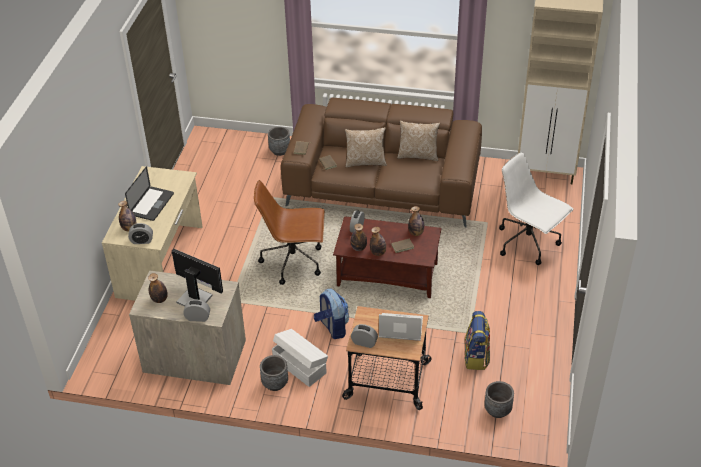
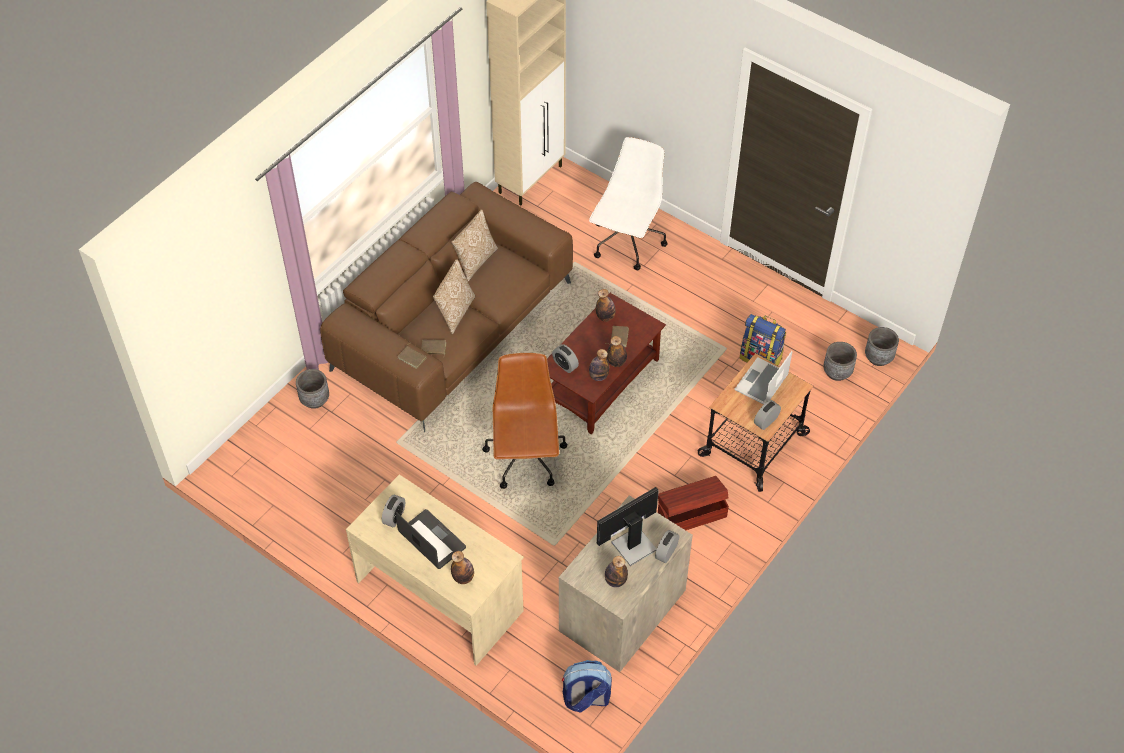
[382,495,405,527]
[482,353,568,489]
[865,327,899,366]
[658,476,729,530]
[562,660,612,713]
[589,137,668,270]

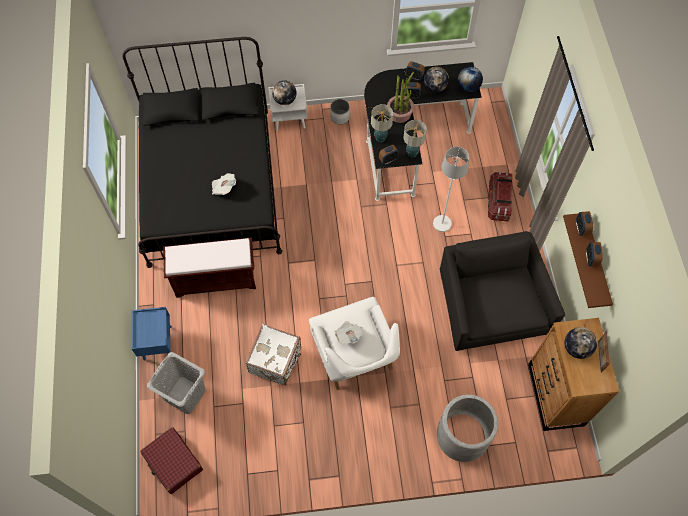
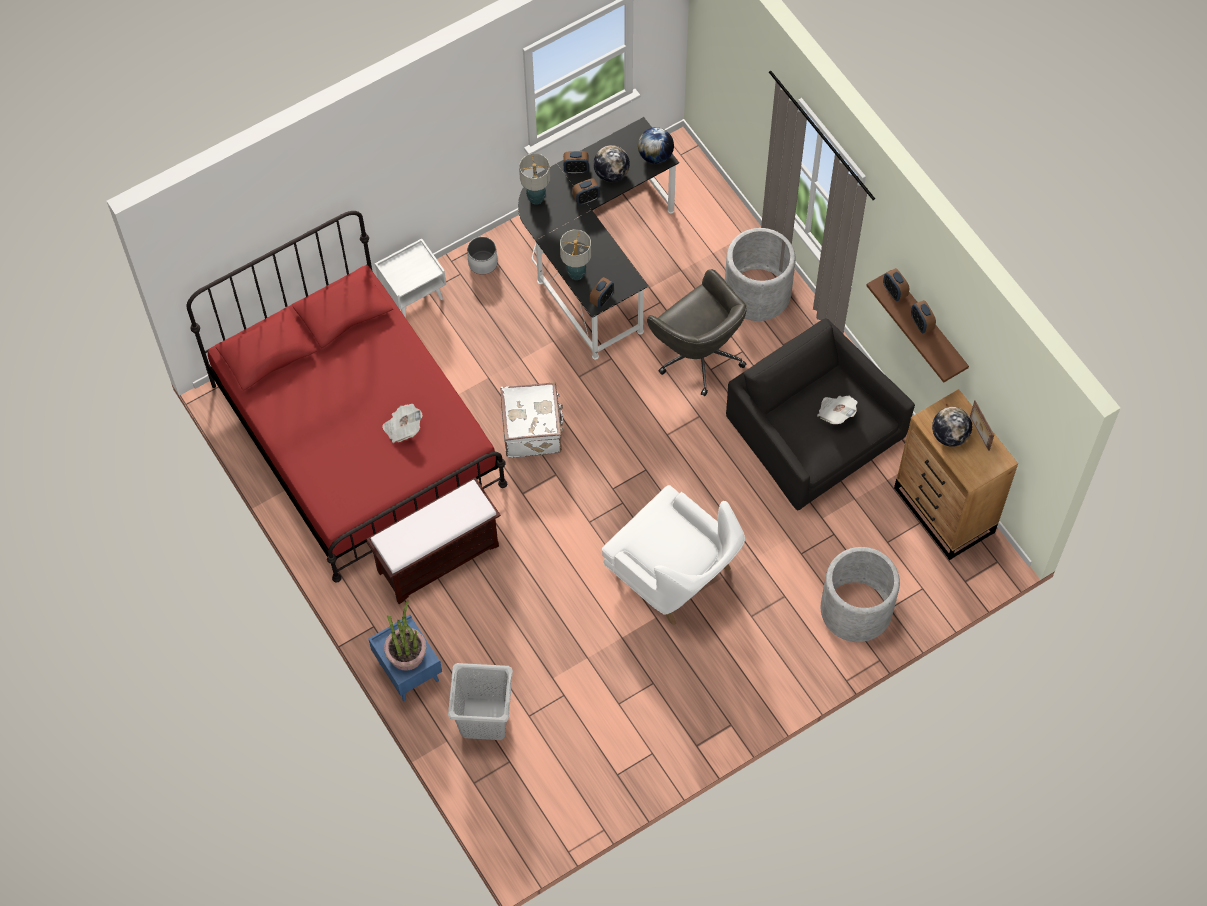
[186,211,507,583]
[140,427,203,494] (first image)
[500,382,564,458]
[272,80,297,105] (first image)
[817,396,858,424]
[384,600,426,671]
[519,153,550,205]
[647,269,747,396]
[725,228,796,321]

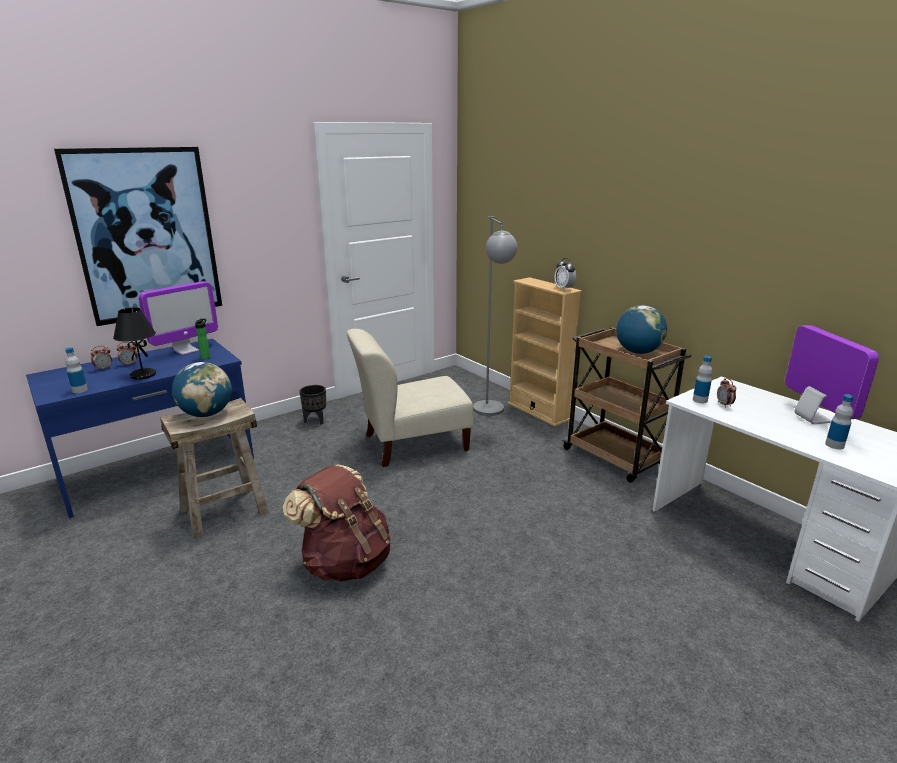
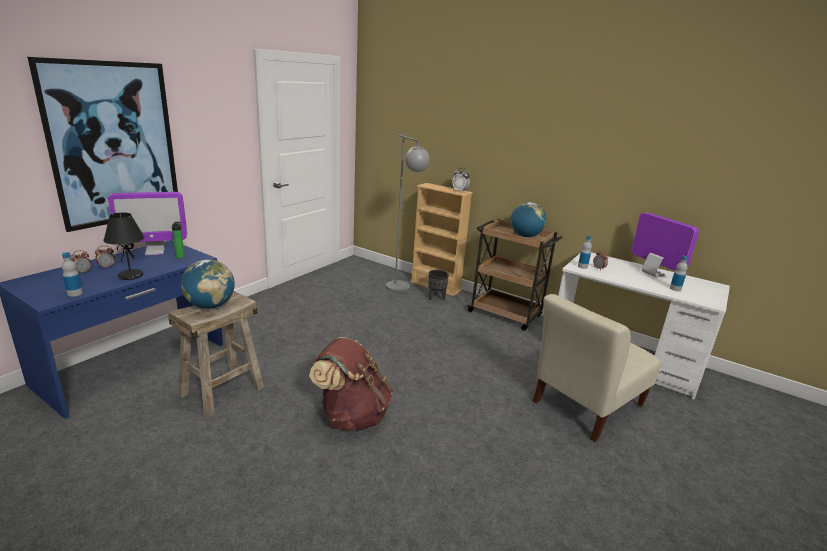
[108,192,187,255]
[428,270,449,300]
[532,294,661,442]

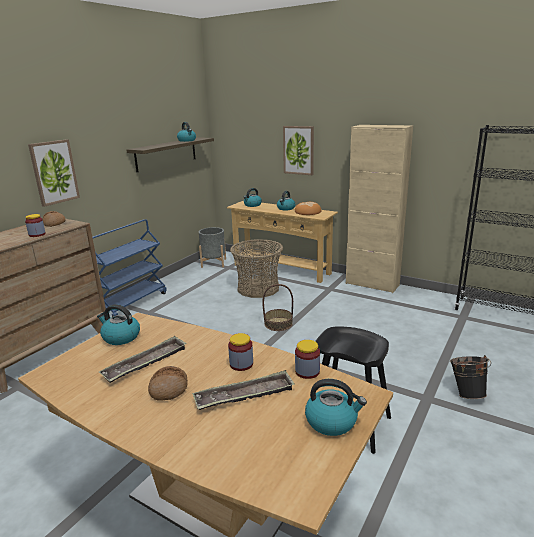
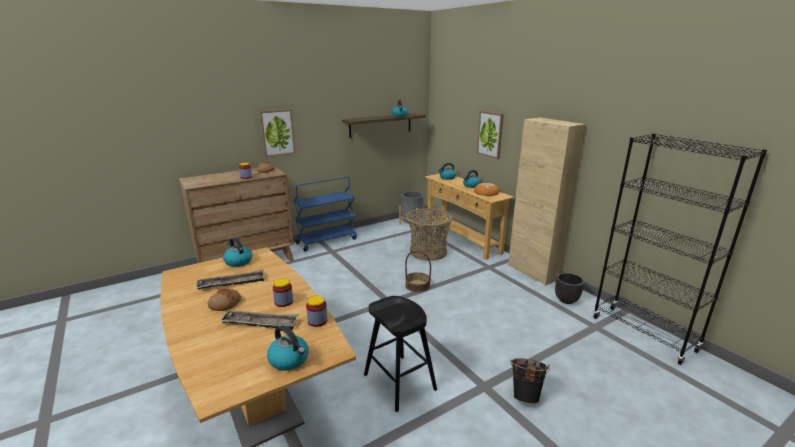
[555,273,584,304]

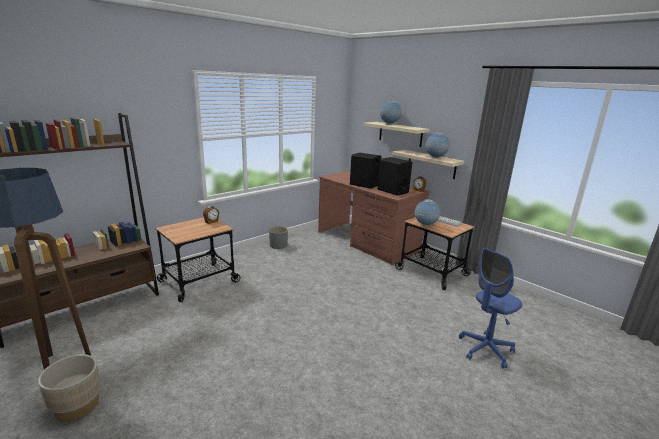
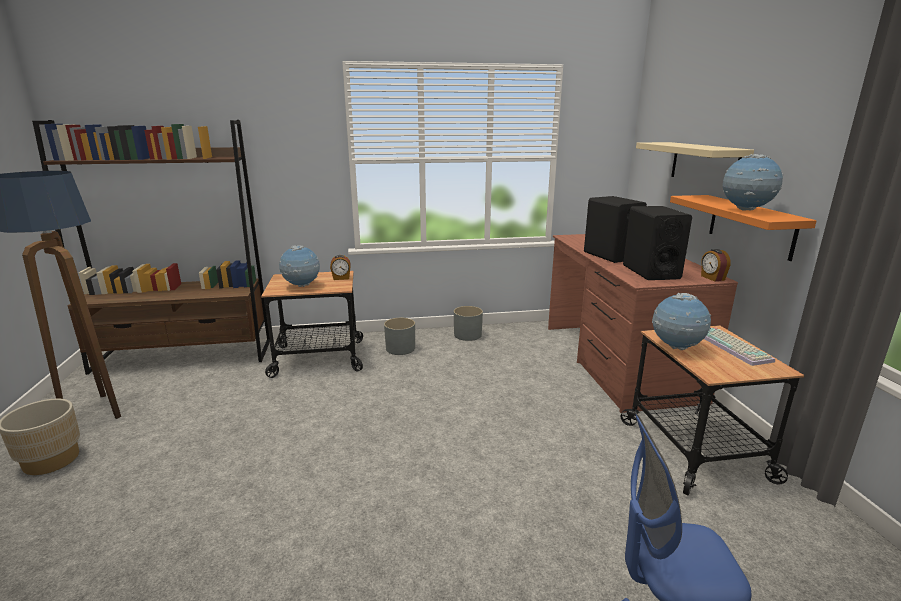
[279,245,320,287]
[670,195,817,261]
[384,318,415,355]

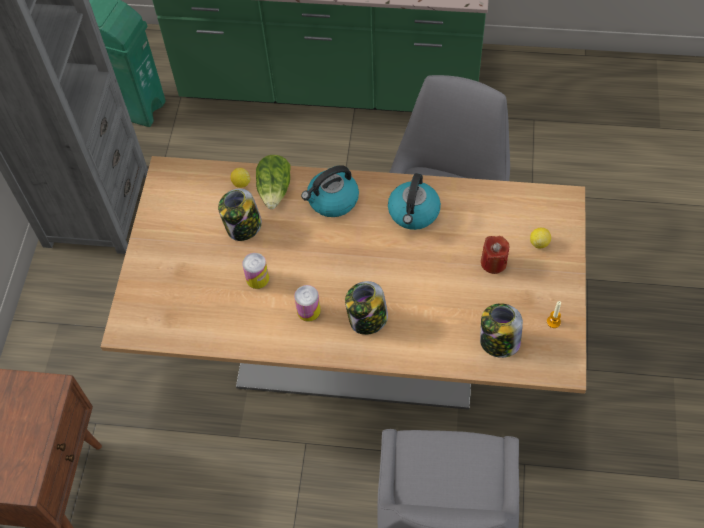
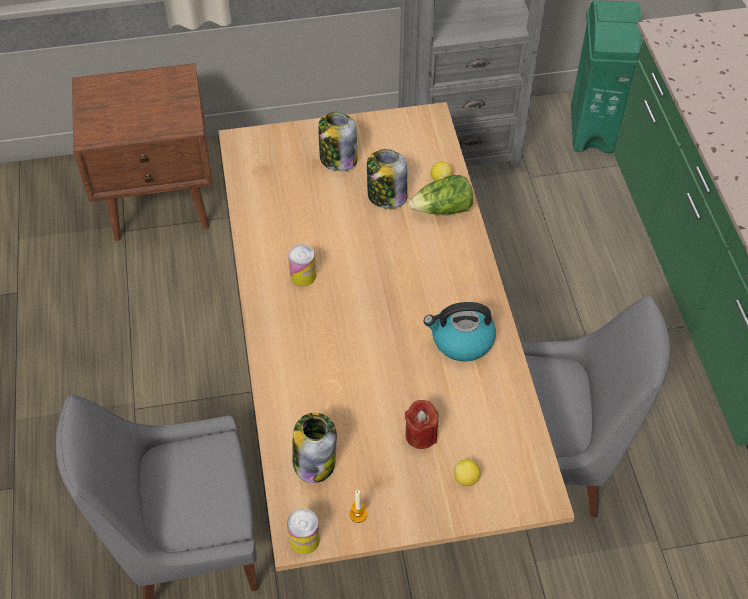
[287,508,320,554]
[301,165,359,217] (first image)
[318,112,357,171]

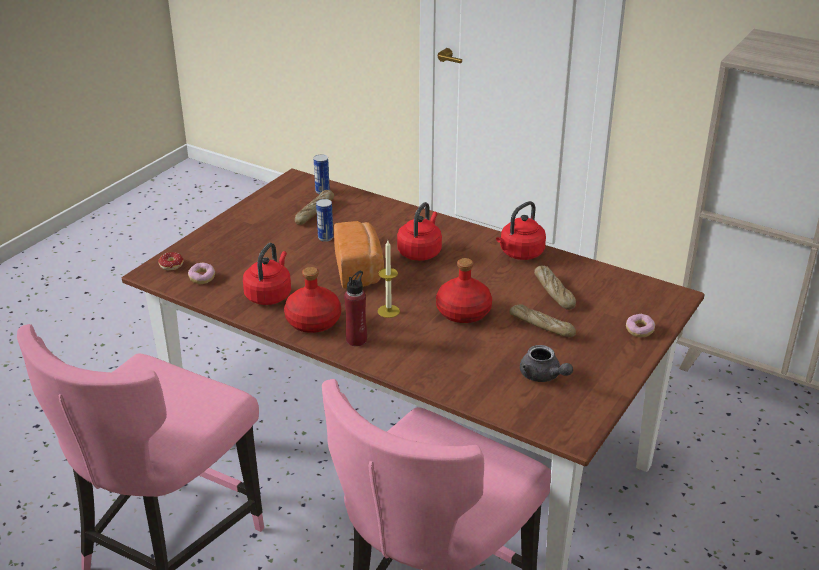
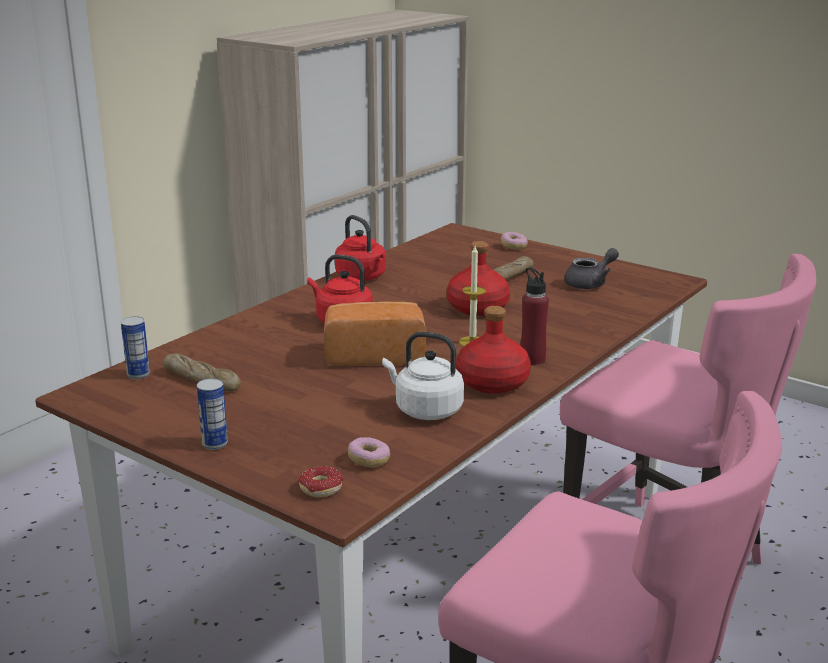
[382,332,464,420]
[197,378,228,450]
[534,265,576,310] (first image)

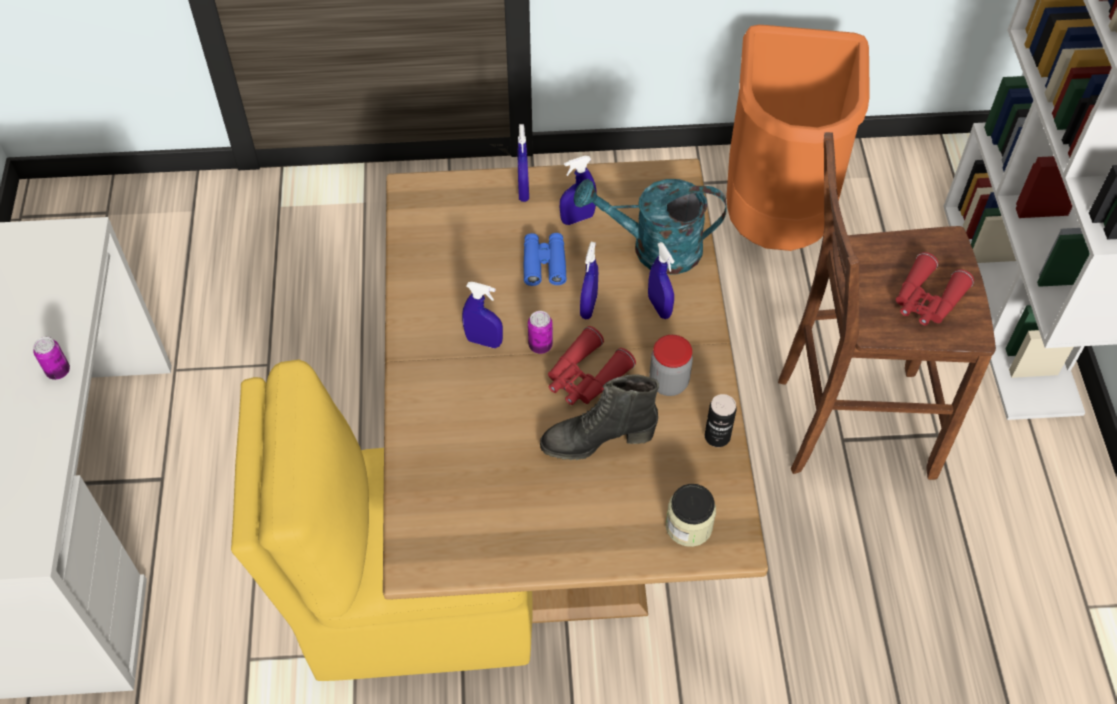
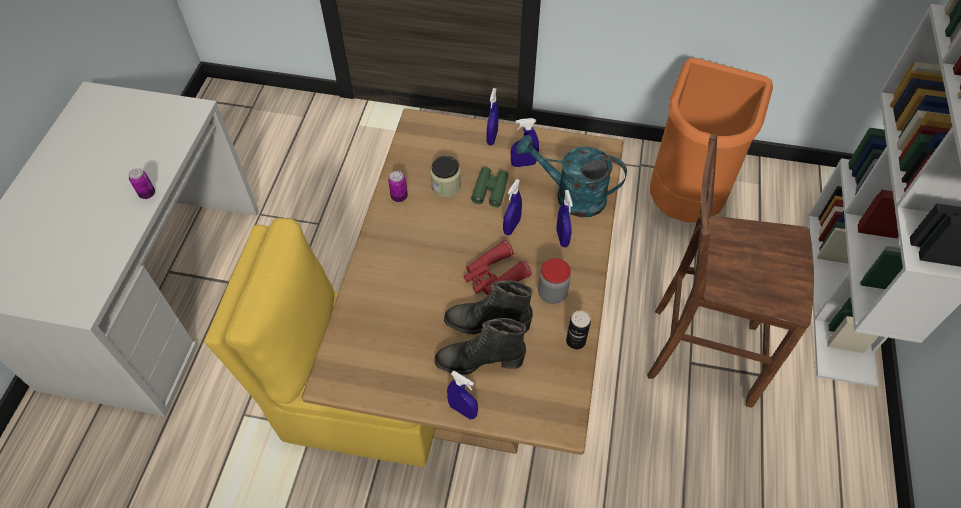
[447,371,478,420]
[471,167,508,207]
[388,171,408,202]
[430,156,461,197]
[896,252,974,325] (first image)
[434,318,526,375]

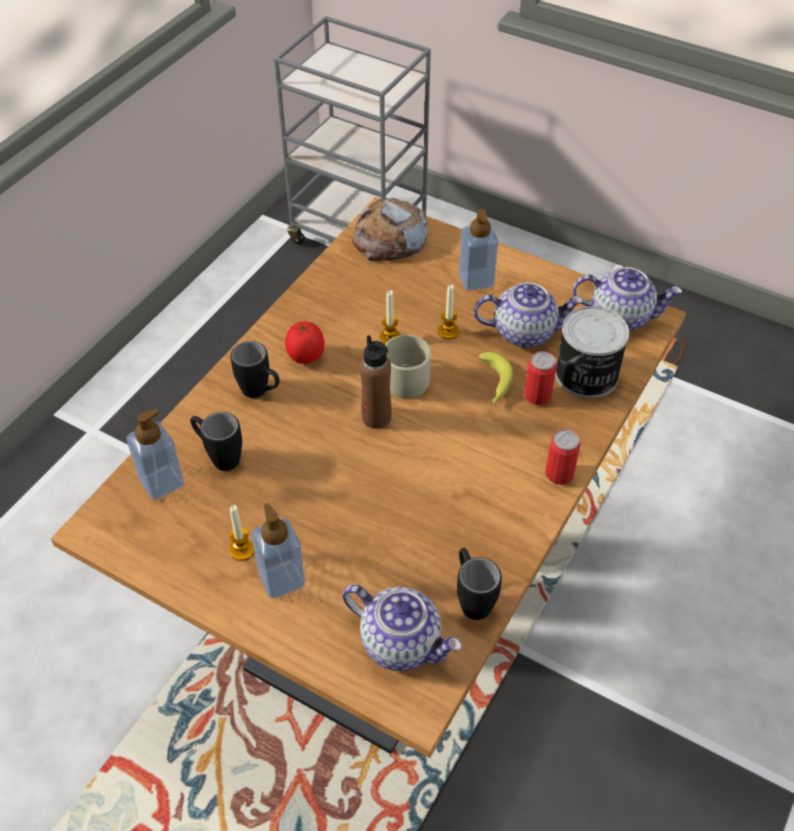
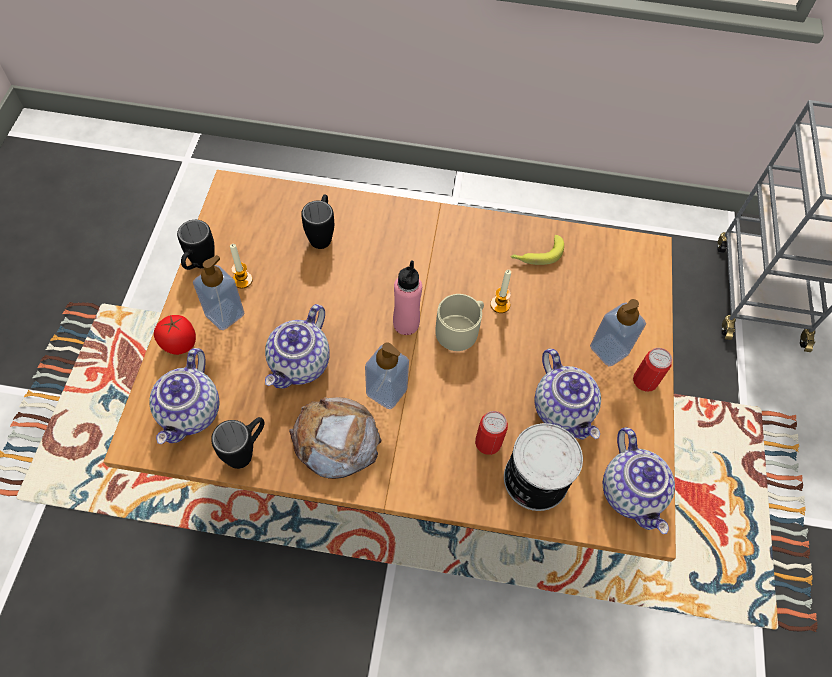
[365,342,409,409]
[177,220,214,270]
[154,315,196,355]
[289,397,382,479]
[393,260,422,335]
[438,284,459,339] (first image)
[511,235,564,265]
[633,348,672,392]
[265,304,330,389]

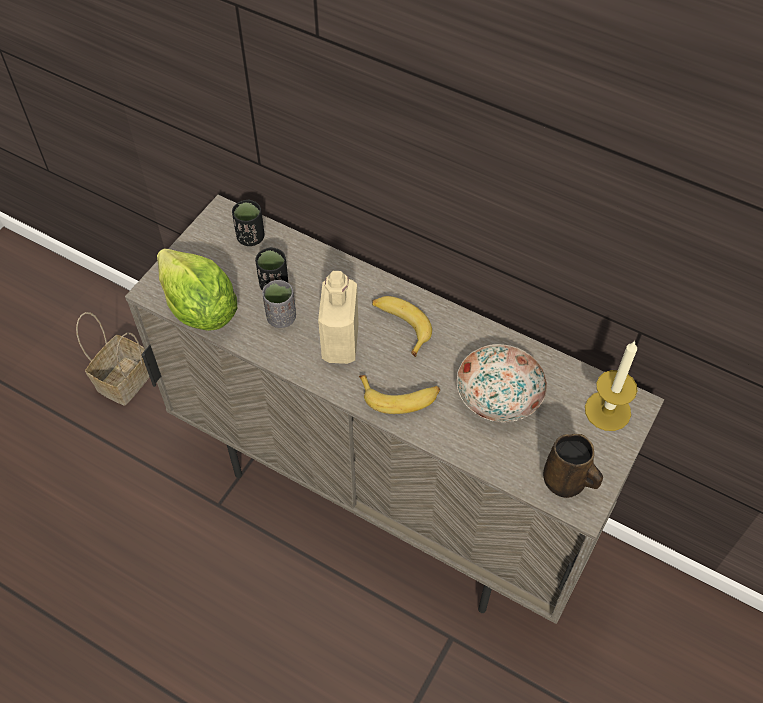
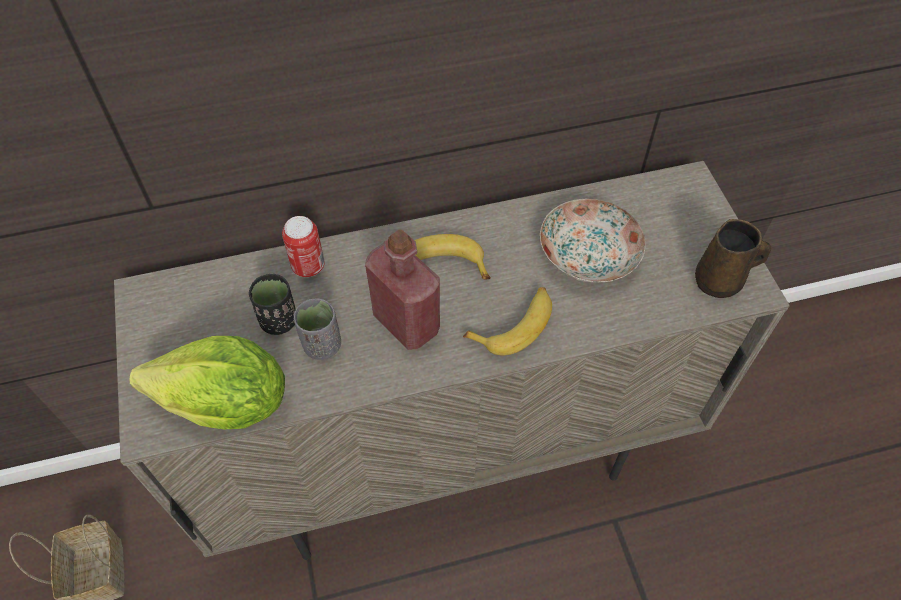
[232,200,264,246] (first image)
[365,230,440,350]
[585,340,637,431] (first image)
[282,216,325,277]

